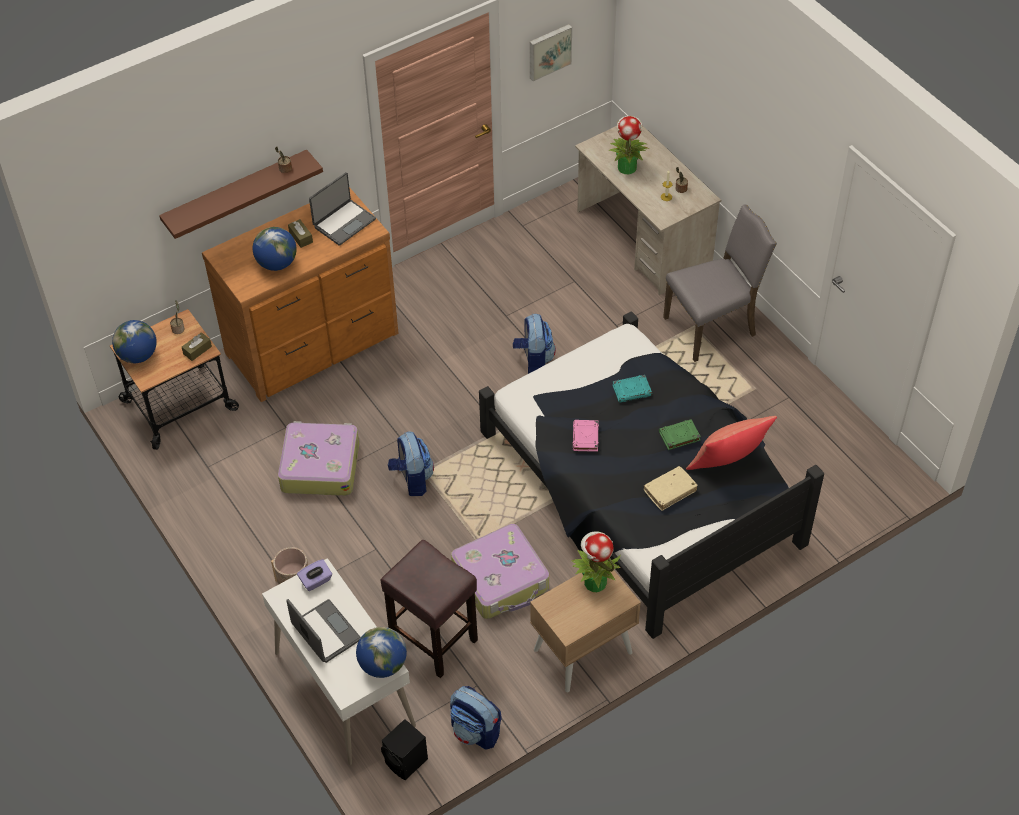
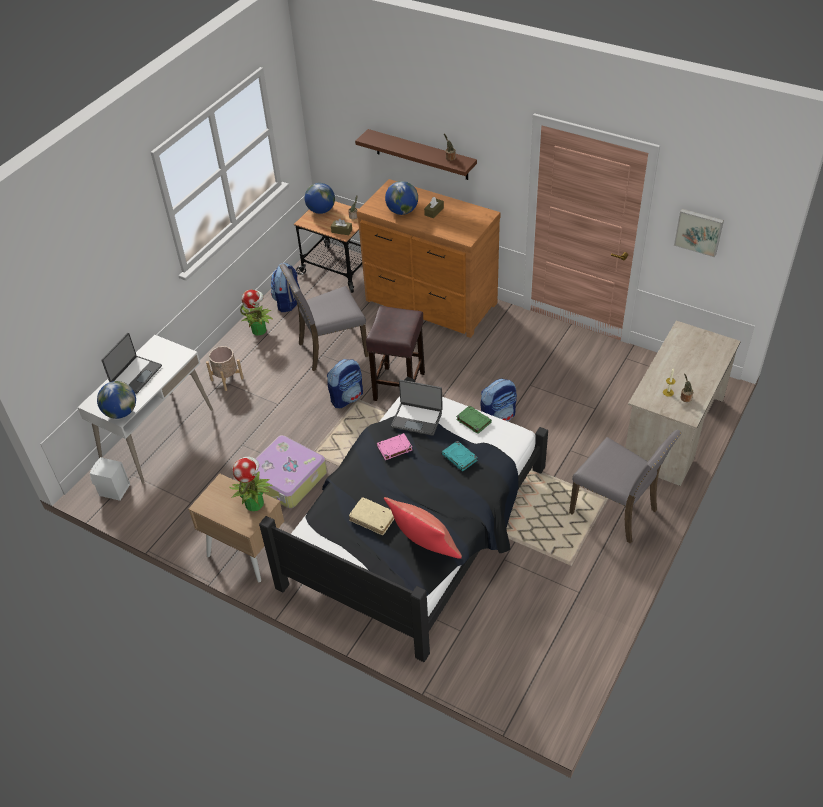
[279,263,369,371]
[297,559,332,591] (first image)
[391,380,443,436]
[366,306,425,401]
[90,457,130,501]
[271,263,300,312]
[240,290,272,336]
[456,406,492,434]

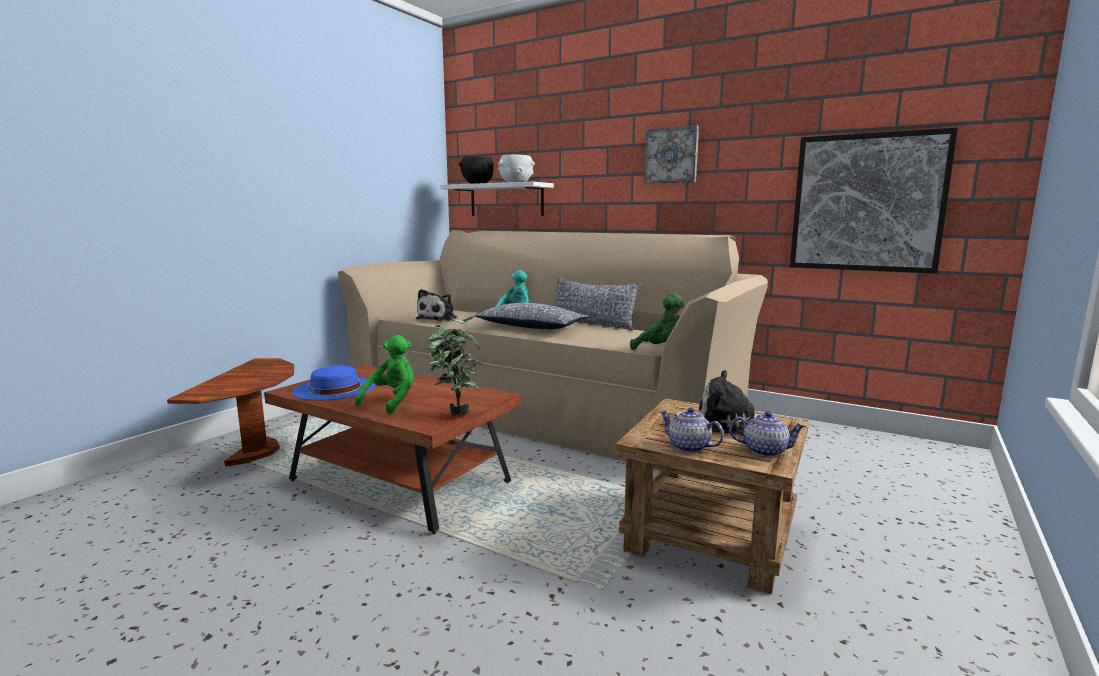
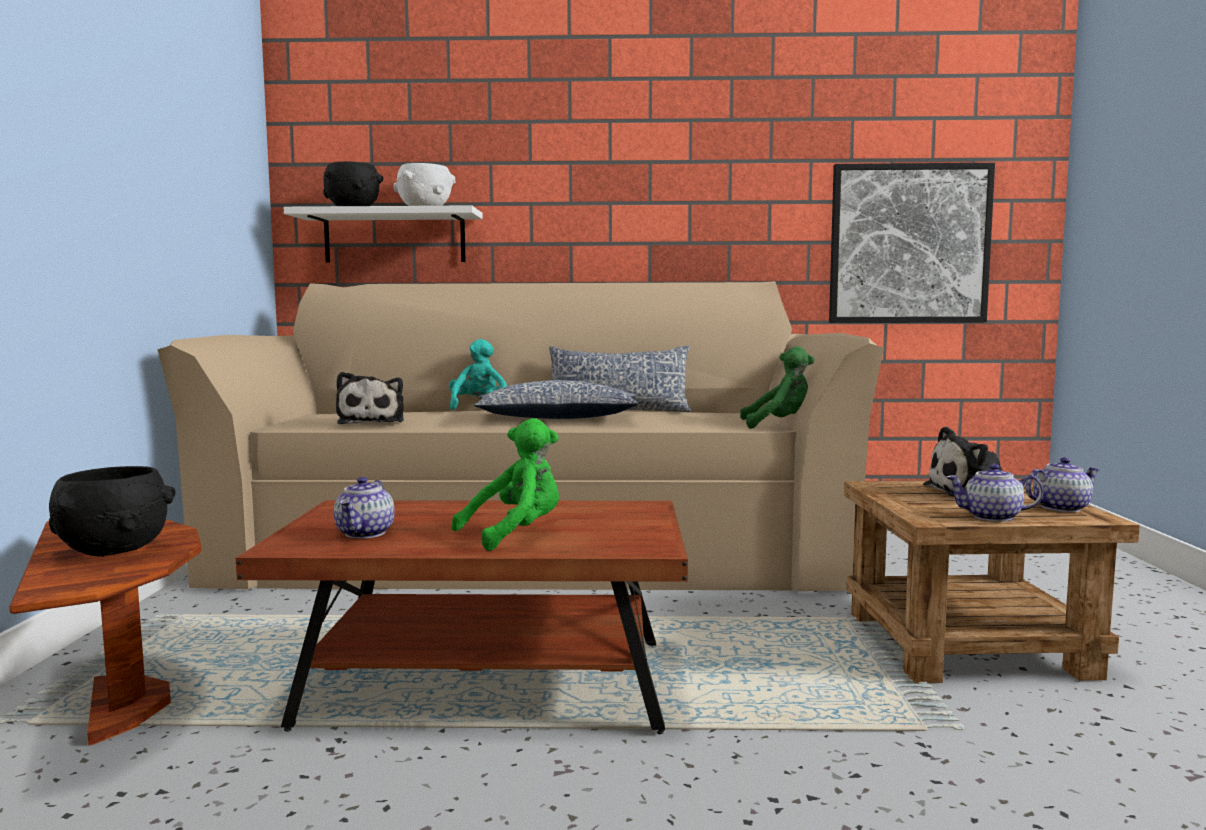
[334,477,395,538]
[451,418,559,551]
[425,316,483,416] (first image)
[644,126,699,184] (first image)
[49,466,175,557]

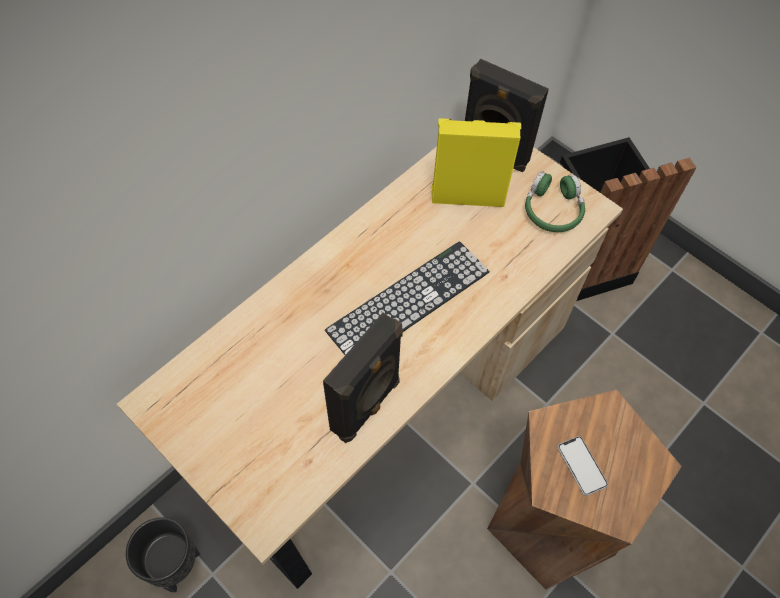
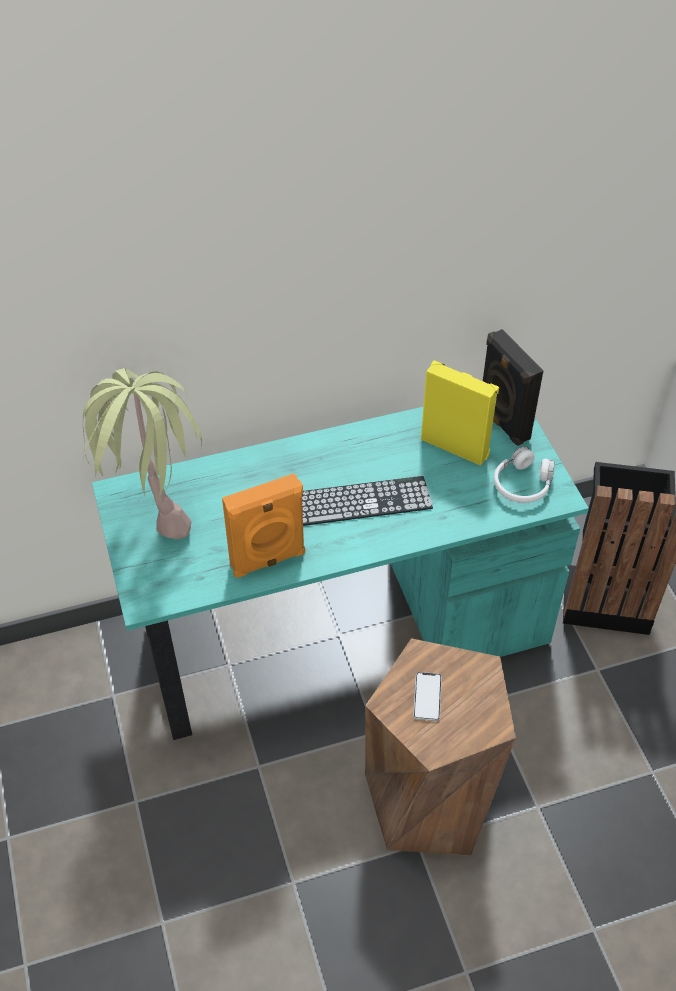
[92,406,589,740]
[126,517,200,592] (first image)
[222,473,305,578]
[494,447,555,503]
[83,368,202,539]

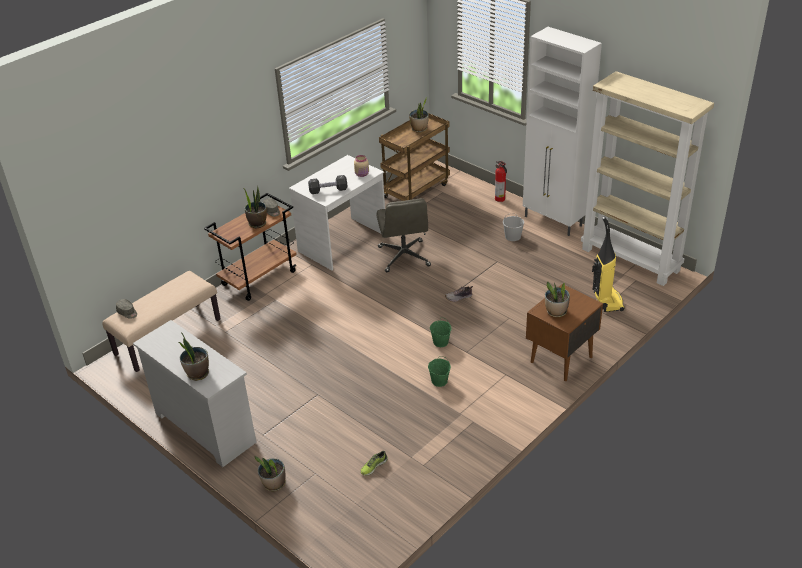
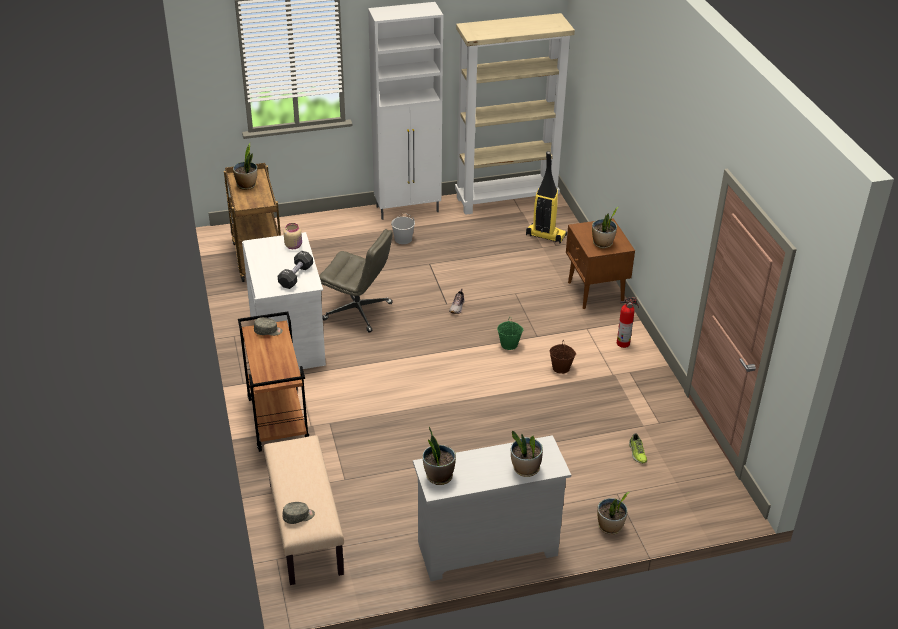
[423,427,456,485]
[549,342,576,374]
[617,297,639,348]

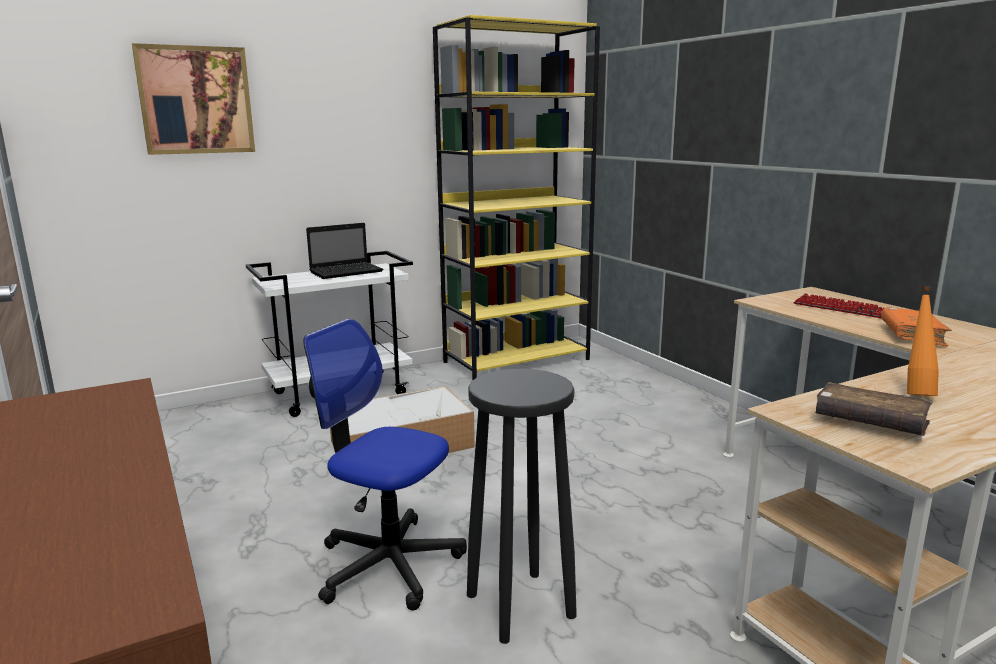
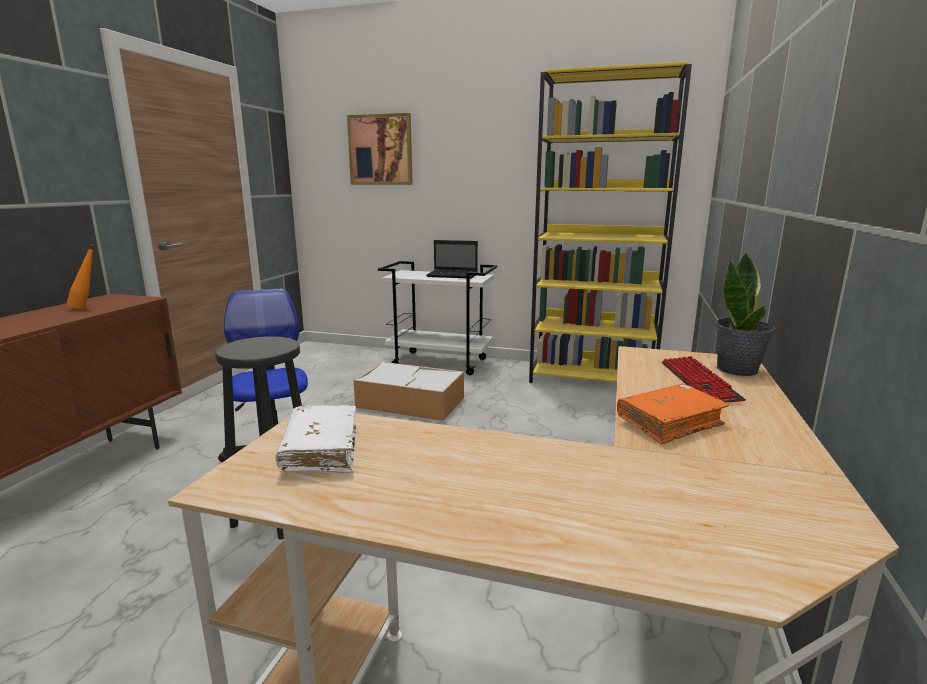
[275,405,356,473]
[66,244,95,309]
[715,252,775,376]

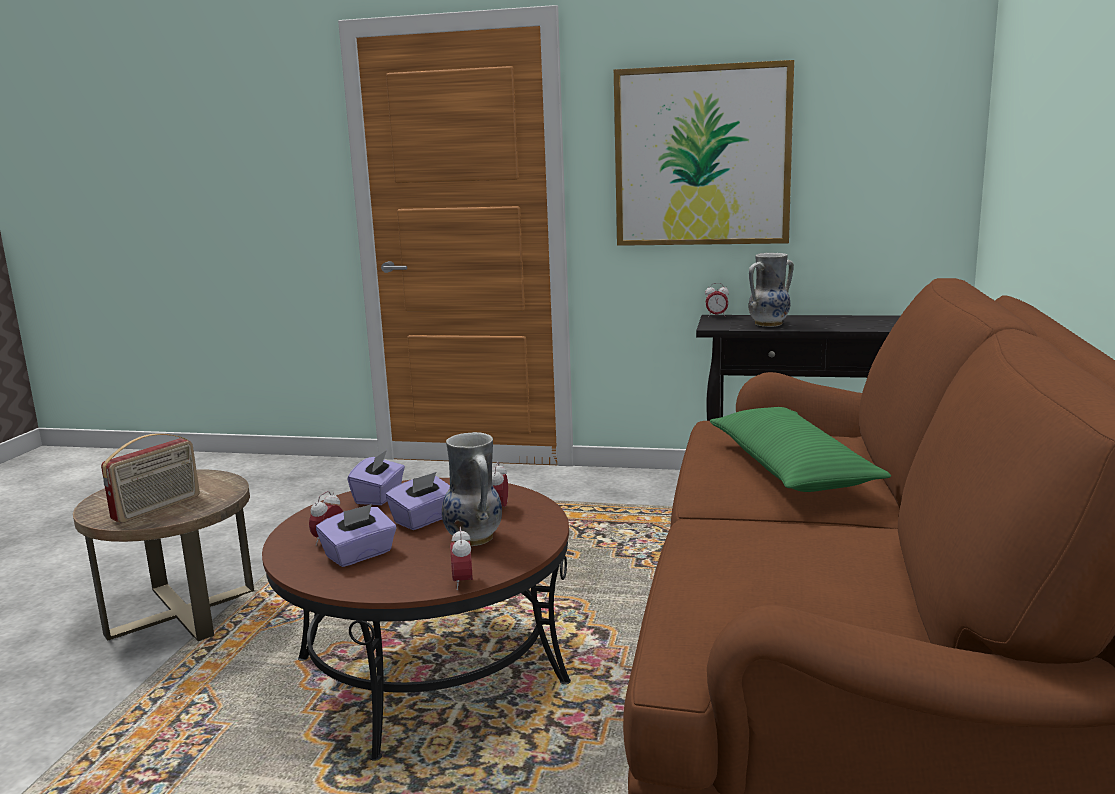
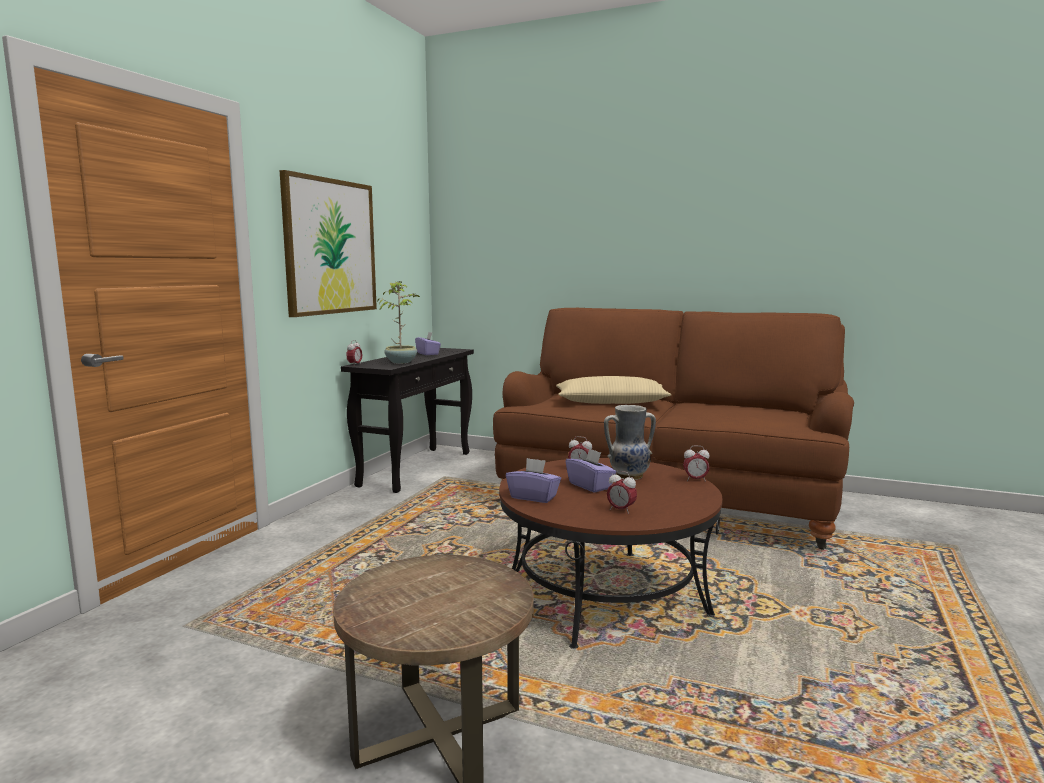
[101,433,200,523] (first image)
[415,332,441,355]
[556,376,671,404]
[377,281,420,363]

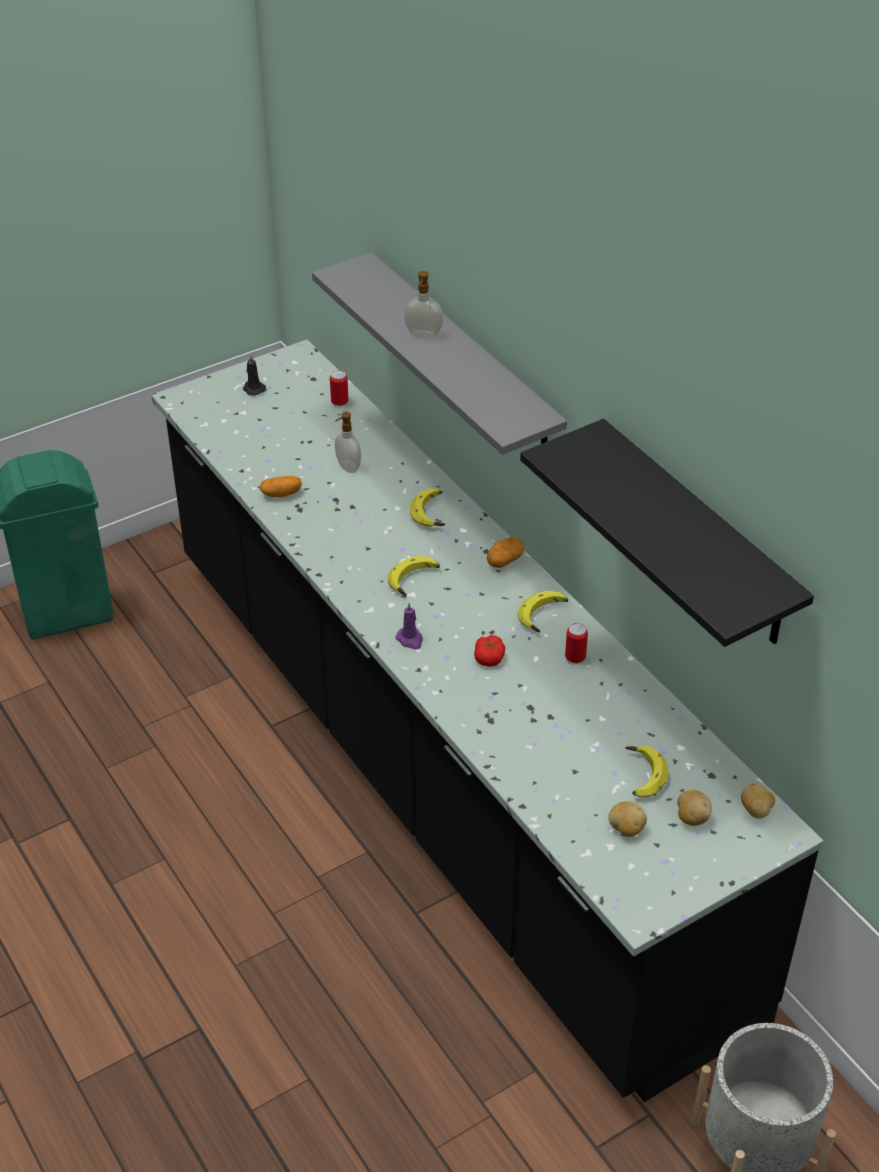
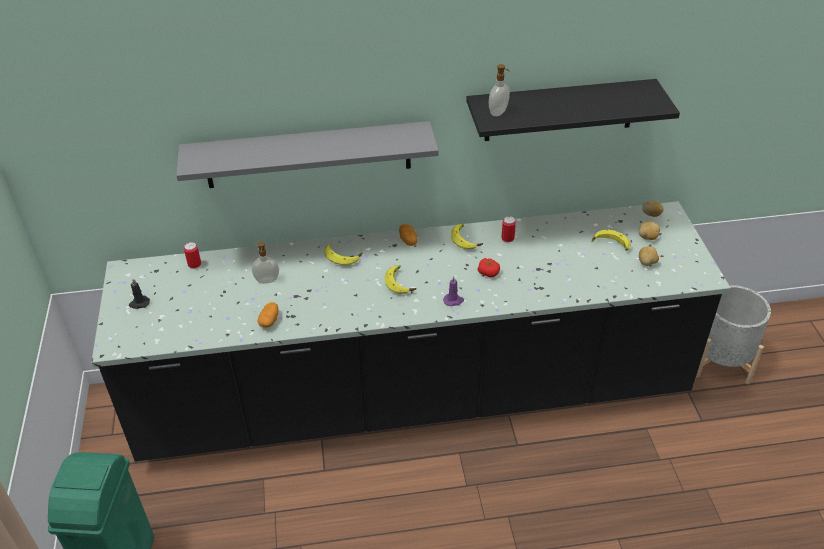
[489,64,510,116]

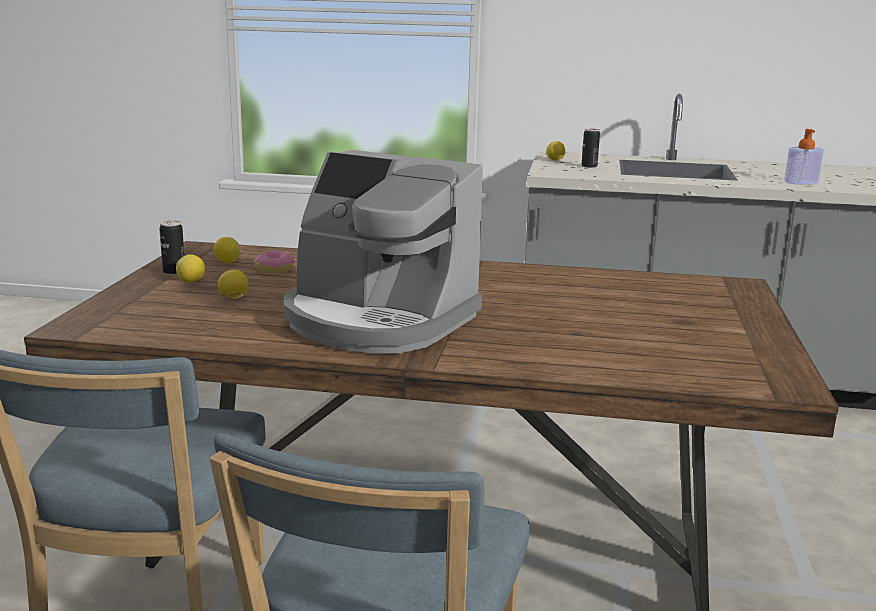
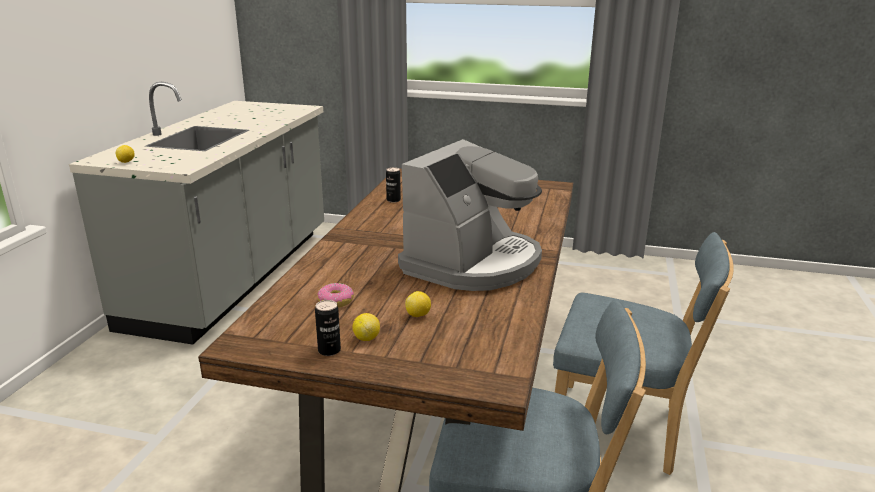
[214,237,240,263] (first image)
[386,167,401,203]
[784,129,824,185] (first image)

